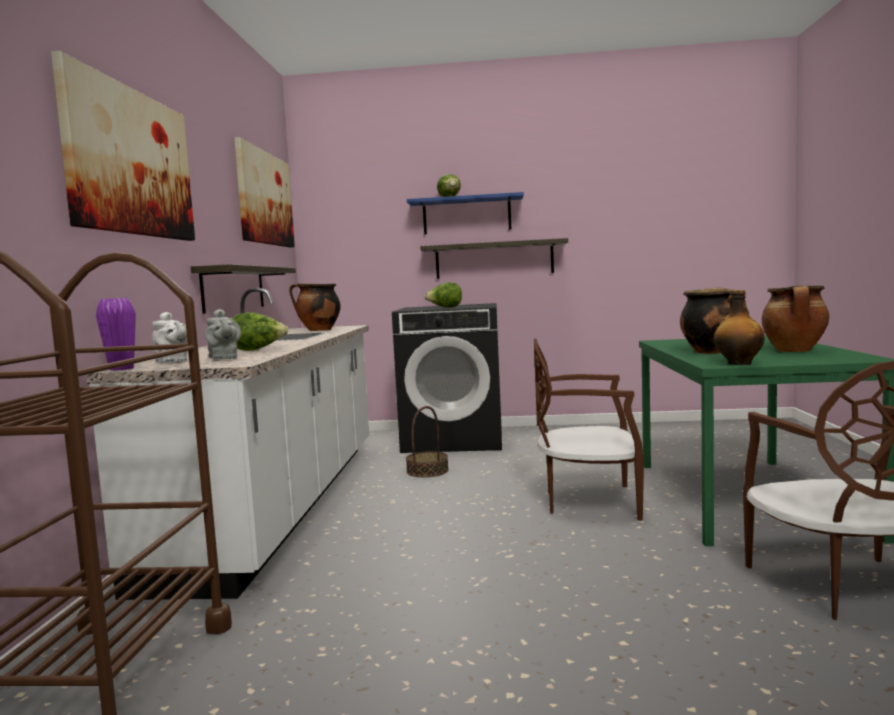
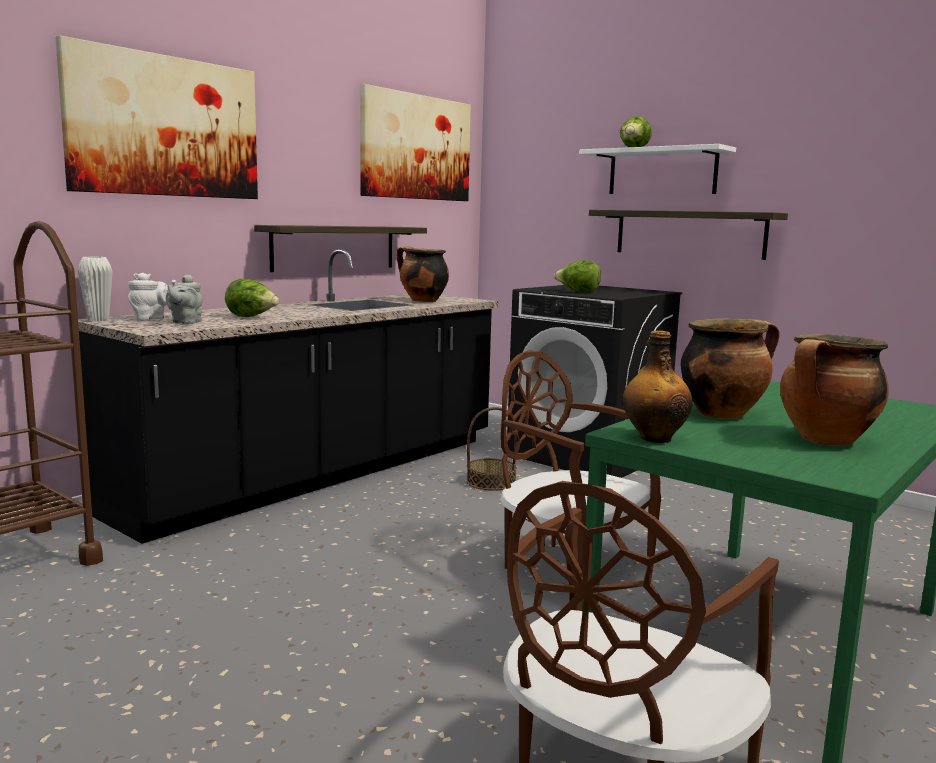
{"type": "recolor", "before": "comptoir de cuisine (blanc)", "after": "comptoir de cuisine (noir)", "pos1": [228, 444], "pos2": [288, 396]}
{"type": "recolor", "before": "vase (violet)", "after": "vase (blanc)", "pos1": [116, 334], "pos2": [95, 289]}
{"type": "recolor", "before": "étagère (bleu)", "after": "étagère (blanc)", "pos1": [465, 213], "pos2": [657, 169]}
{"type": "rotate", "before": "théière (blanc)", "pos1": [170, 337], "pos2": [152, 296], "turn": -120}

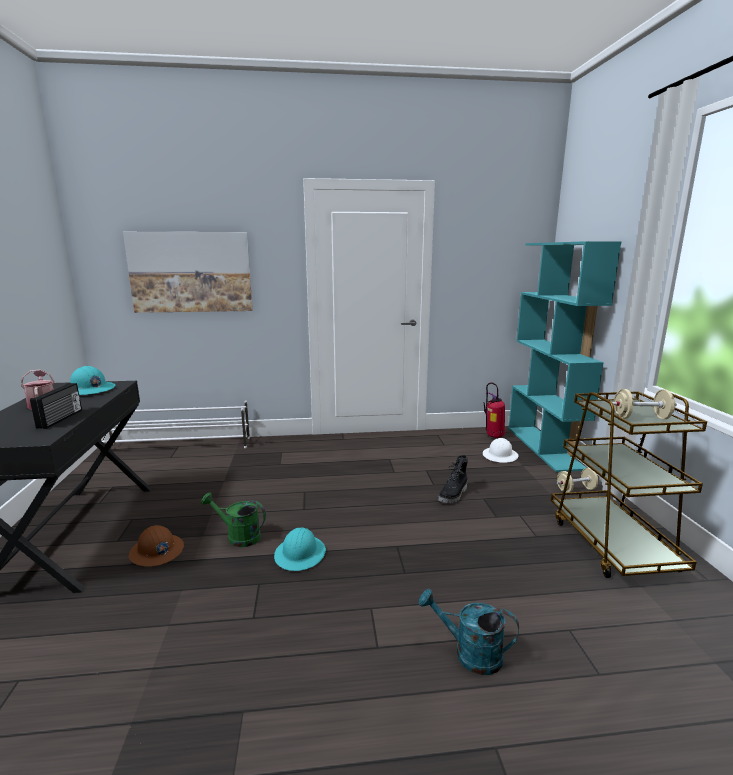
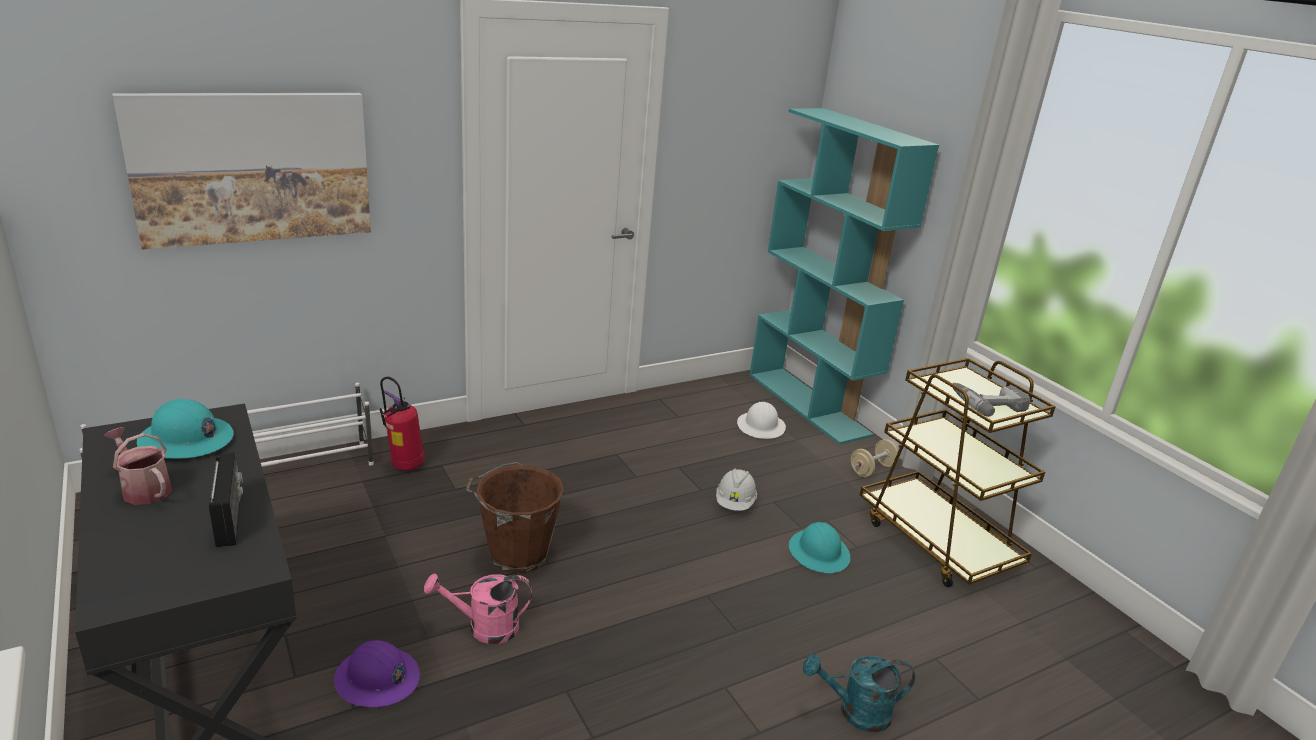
{"type": "insert", "after": "seau (marron)", "pos2": [515, 517]}
{"type": "move", "before": "casque de chantier (turquoise)", "pos1": [300, 549], "pos2": [819, 547]}
{"type": "move", "before": "extincteur", "pos1": [494, 410], "pos2": [402, 424]}
{"type": "replace", "before": "botte (noir)", "after": "casque de chantier (blanc)", "pos1": [453, 479], "pos2": [736, 489]}
{"type": "replace", "before": "haltère (beige)", "after": "perceuse", "pos1": [644, 404], "pos2": [991, 400]}
{"type": "recolor", "before": "casque de chantier (marron)", "after": "casque de chantier (violet)", "pos1": [156, 546], "pos2": [377, 673]}
{"type": "recolor", "before": "arrosoir (vert)", "after": "arrosoir (rose)", "pos1": [233, 520], "pos2": [478, 609]}

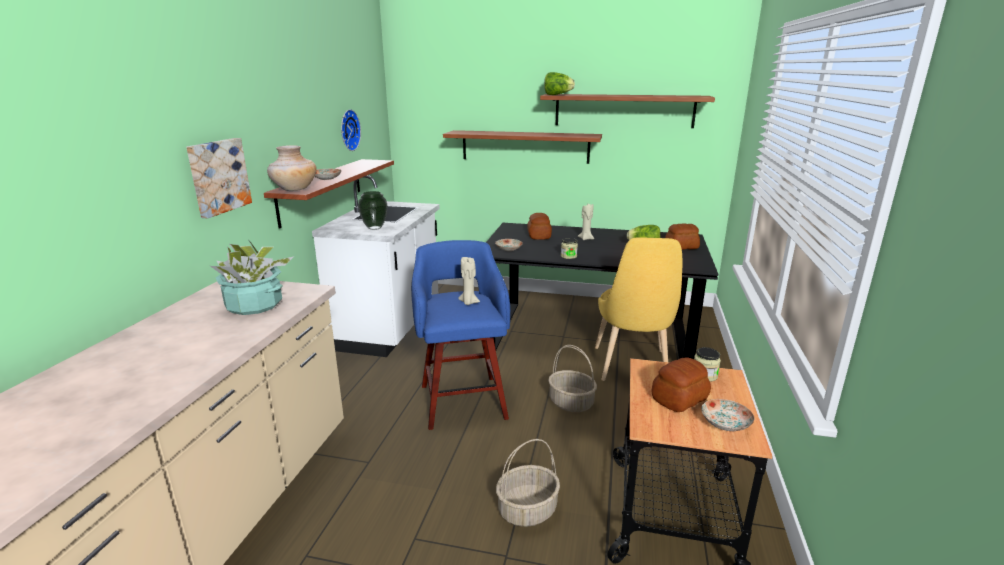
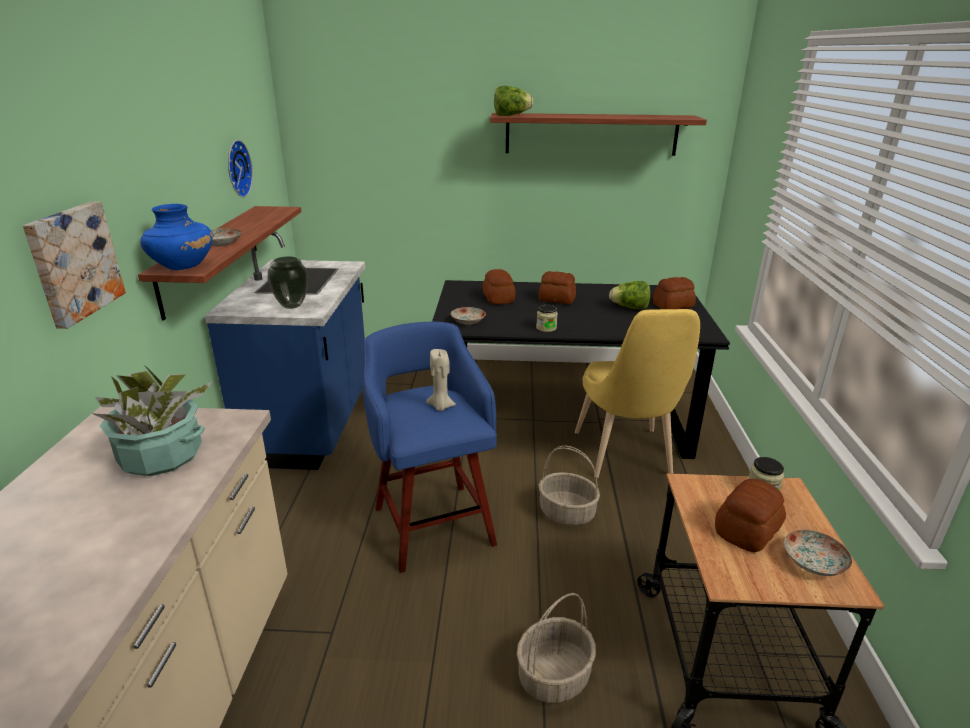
{"type": "delete", "before": "étagère", "pos1": [522, 147]}
{"type": "replace", "before": "bougie (beige)", "after": "pain", "pos1": [586, 222], "pos2": [557, 287]}
{"type": "recolor", "before": "vase (beige)", "after": "vase (bleu)", "pos1": [292, 168], "pos2": [176, 237]}
{"type": "recolor", "before": "comptoir de cuisine (blanc)", "after": "comptoir de cuisine (bleu)", "pos1": [376, 266], "pos2": [285, 351]}

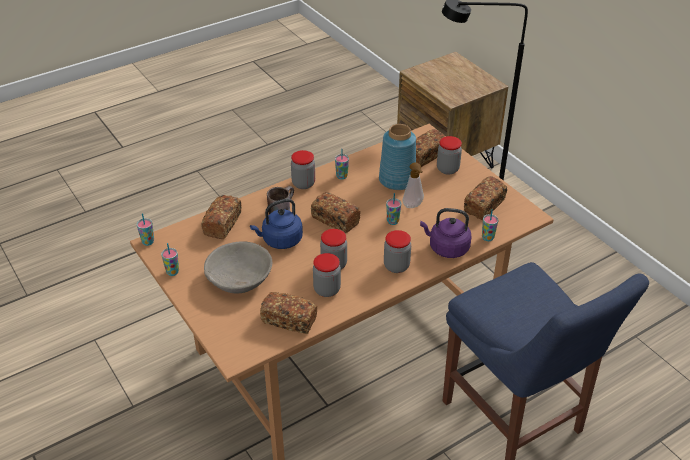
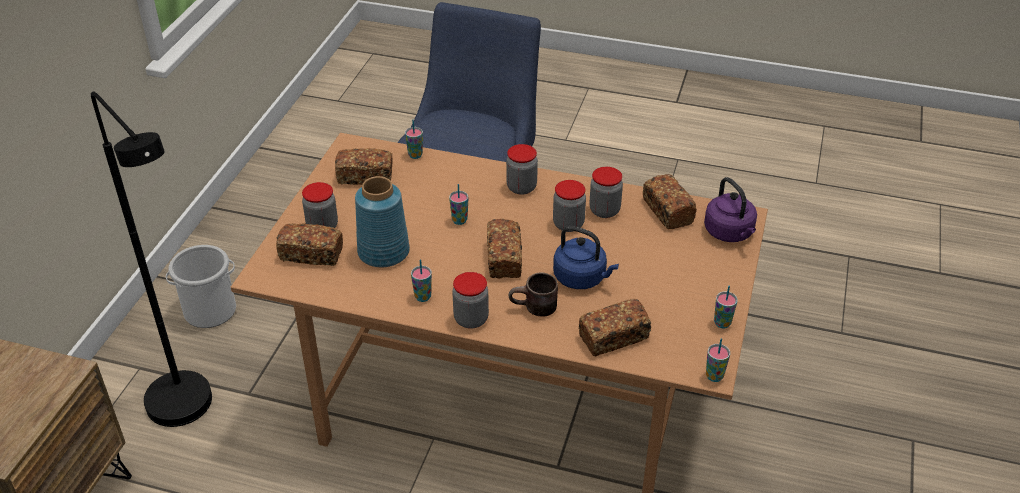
{"type": "delete", "before": "bol (gris)", "pos1": [238, 267]}
{"type": "delete", "before": "distributeur de savon", "pos1": [413, 185]}
{"type": "insert", "after": "seau", "pos2": [201, 286]}
{"type": "move", "before": "bouilloire (violet)", "pos1": [446, 233], "pos2": [730, 209]}

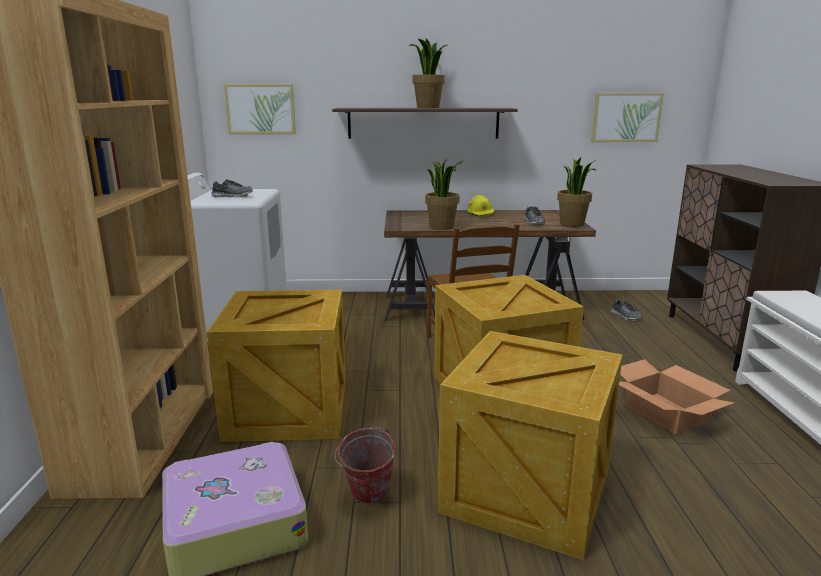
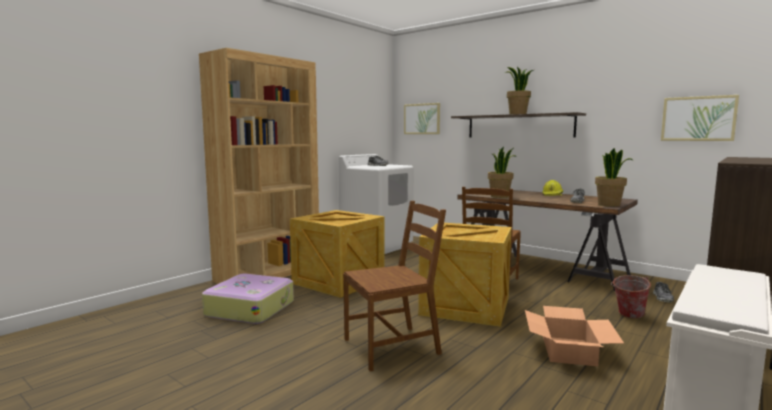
{"type": "move", "before": "seau", "pos1": [365, 466], "pos2": [631, 297]}
{"type": "replace", "before": "caisse", "after": "chaise (marron)", "pos1": [530, 445], "pos2": [394, 286]}

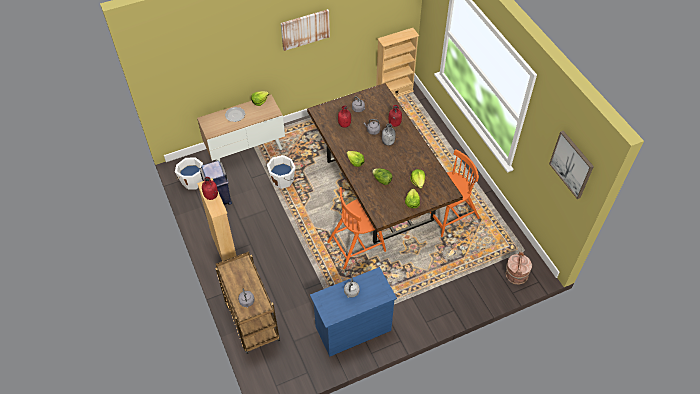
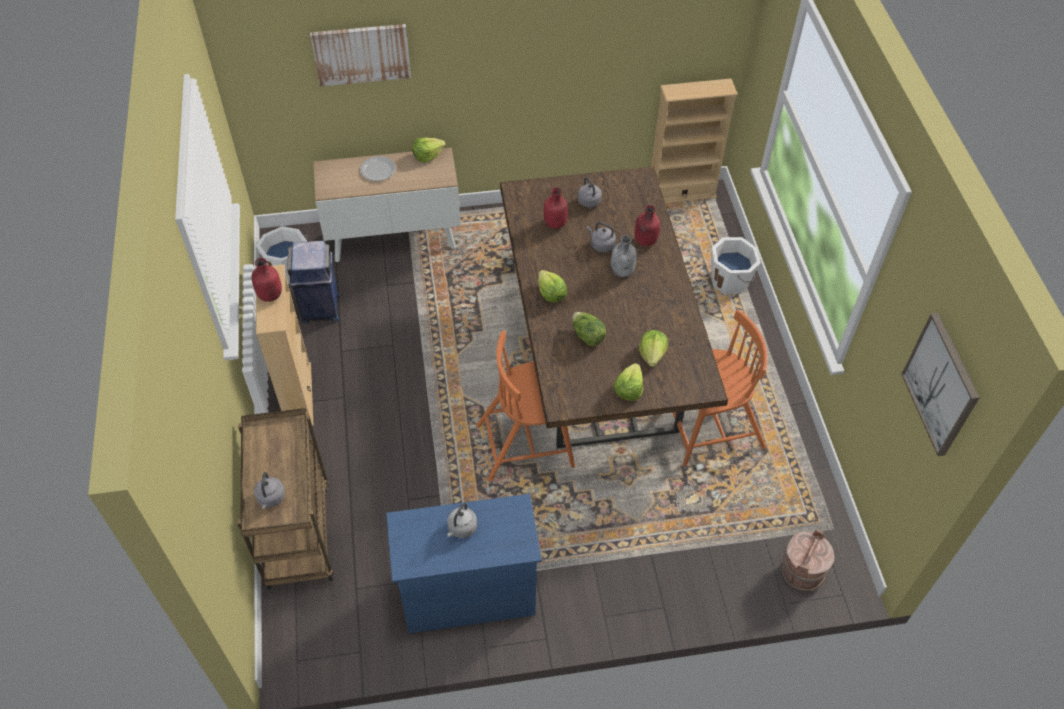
{"type": "move", "before": "seau (blanc)", "pos1": [281, 172], "pos2": [736, 266]}
{"type": "move", "before": "tableau", "pos1": [305, 30], "pos2": [360, 55]}

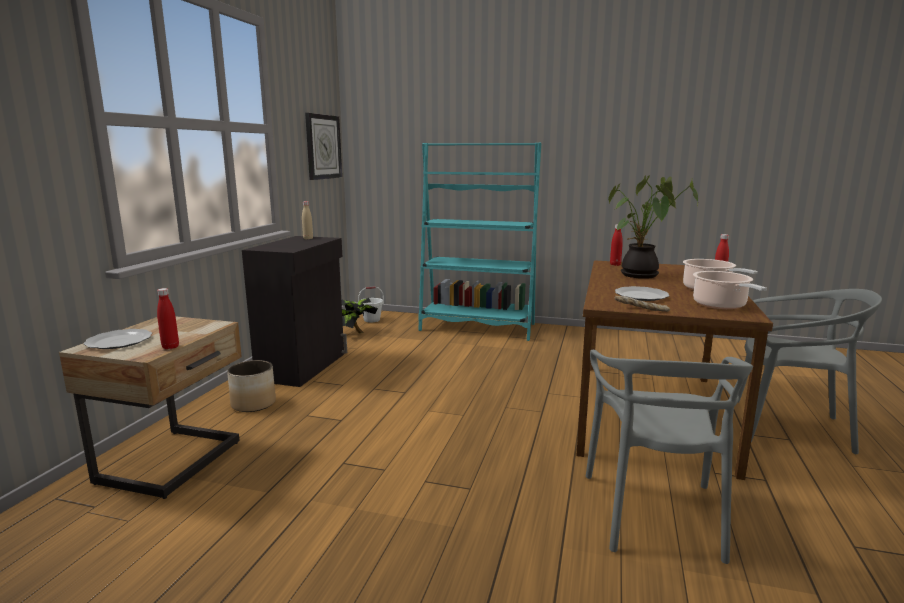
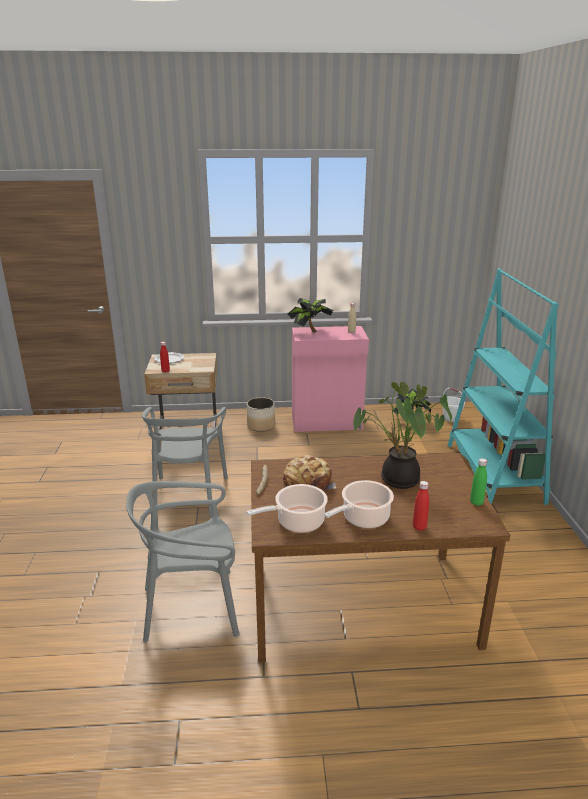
{"type": "delete", "before": "horloge murale", "pos1": [323, 146]}
{"type": "delete", "before": "bouteille (rouge)", "pos1": [616, 245]}
{"type": "insert", "after": "plante en pot", "pos2": [310, 315]}
{"type": "insert", "after": "bouteille (vert)", "pos2": [478, 482]}
{"type": "move", "before": "chaise (gris)", "pos1": [810, 371], "pos2": [185, 461]}
{"type": "replace", "before": "assiette", "after": "pain", "pos1": [642, 293], "pos2": [309, 472]}
{"type": "recolor", "before": "meuble de rangement (noir)", "after": "meuble de rangement (rose)", "pos1": [294, 311], "pos2": [330, 379]}

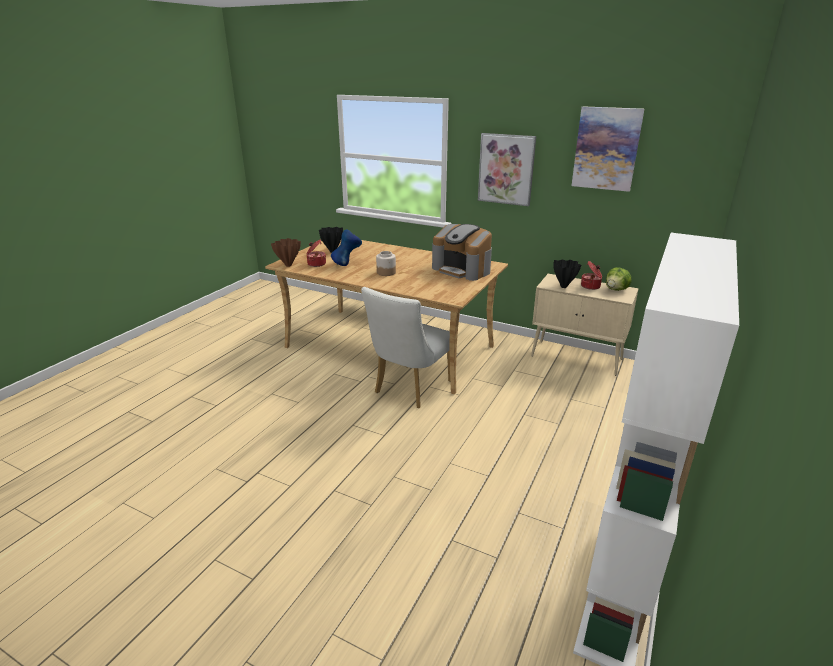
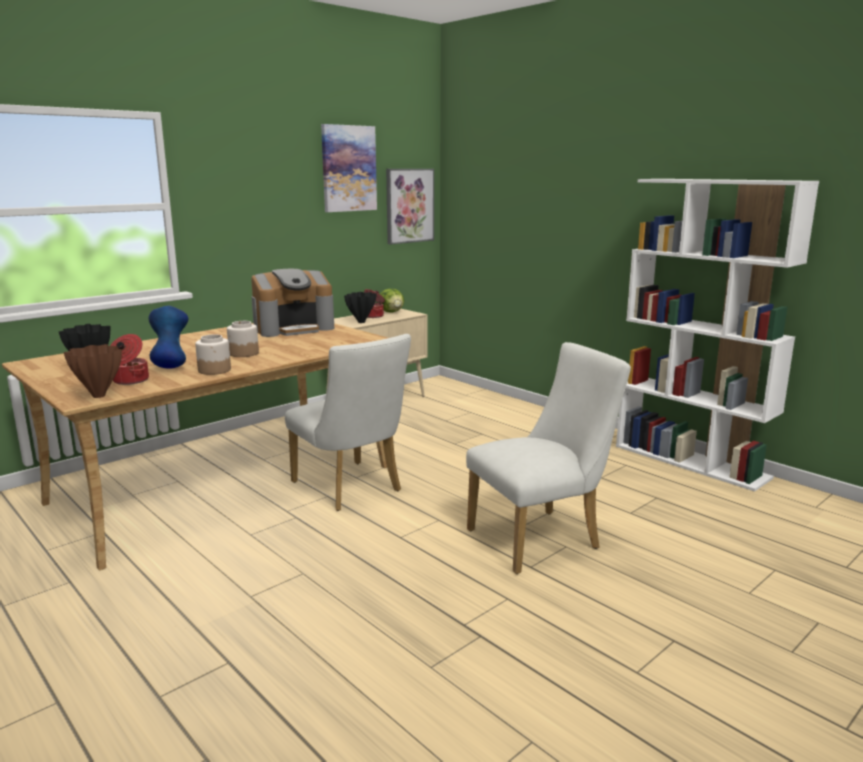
{"type": "insert", "after": "bocal", "pos2": [213, 354]}
{"type": "insert", "after": "chaise (blanc)", "pos2": [548, 458]}
{"type": "move", "before": "tableau", "pos1": [507, 169], "pos2": [410, 207]}

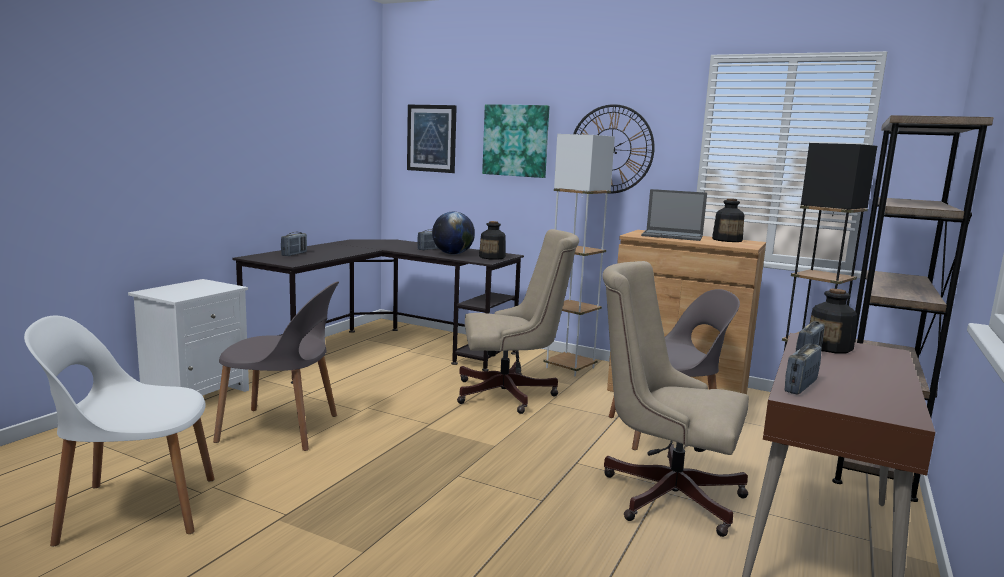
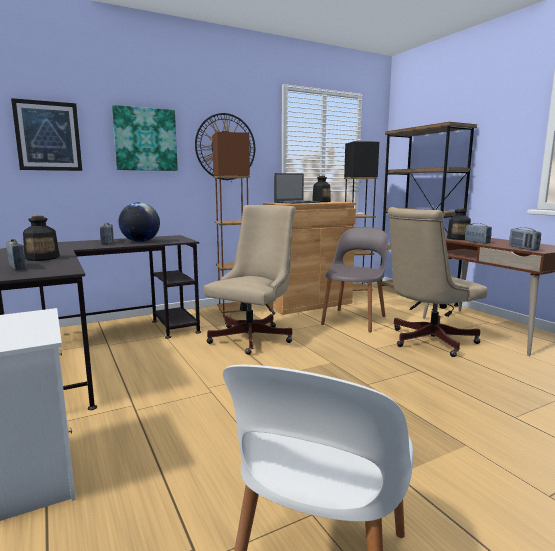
{"type": "delete", "before": "chaise (gris)", "pos1": [276, 366]}
{"type": "move", "before": "bouteille", "pos1": [492, 240], "pos2": [41, 238]}
{"type": "recolor", "before": "lampadaire (blanc)", "after": "lampadaire (marron)", "pos1": [579, 255], "pos2": [231, 224]}

